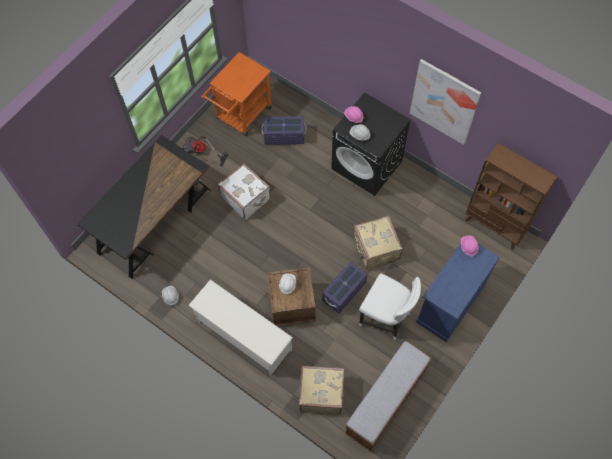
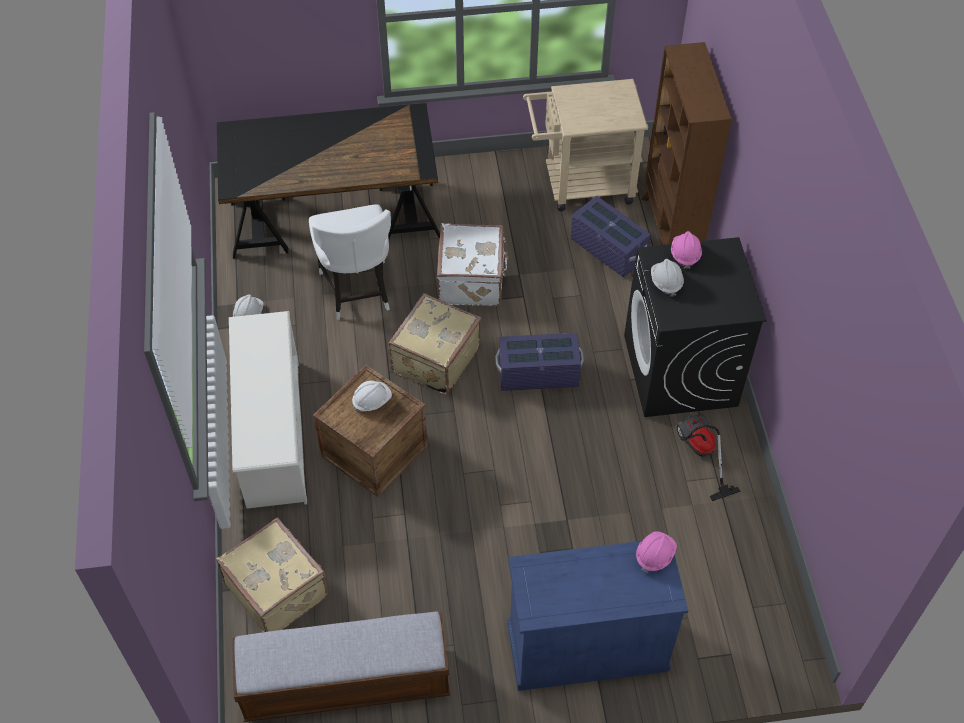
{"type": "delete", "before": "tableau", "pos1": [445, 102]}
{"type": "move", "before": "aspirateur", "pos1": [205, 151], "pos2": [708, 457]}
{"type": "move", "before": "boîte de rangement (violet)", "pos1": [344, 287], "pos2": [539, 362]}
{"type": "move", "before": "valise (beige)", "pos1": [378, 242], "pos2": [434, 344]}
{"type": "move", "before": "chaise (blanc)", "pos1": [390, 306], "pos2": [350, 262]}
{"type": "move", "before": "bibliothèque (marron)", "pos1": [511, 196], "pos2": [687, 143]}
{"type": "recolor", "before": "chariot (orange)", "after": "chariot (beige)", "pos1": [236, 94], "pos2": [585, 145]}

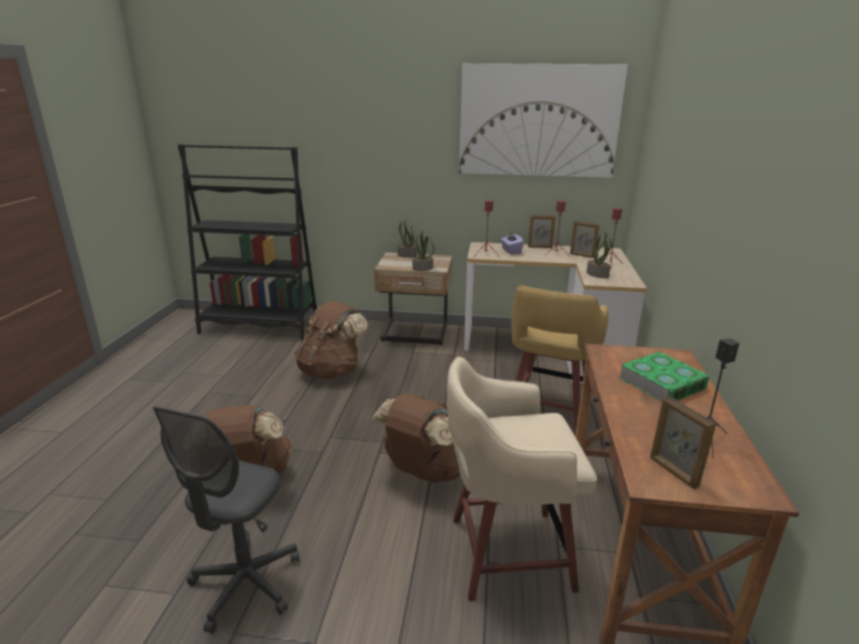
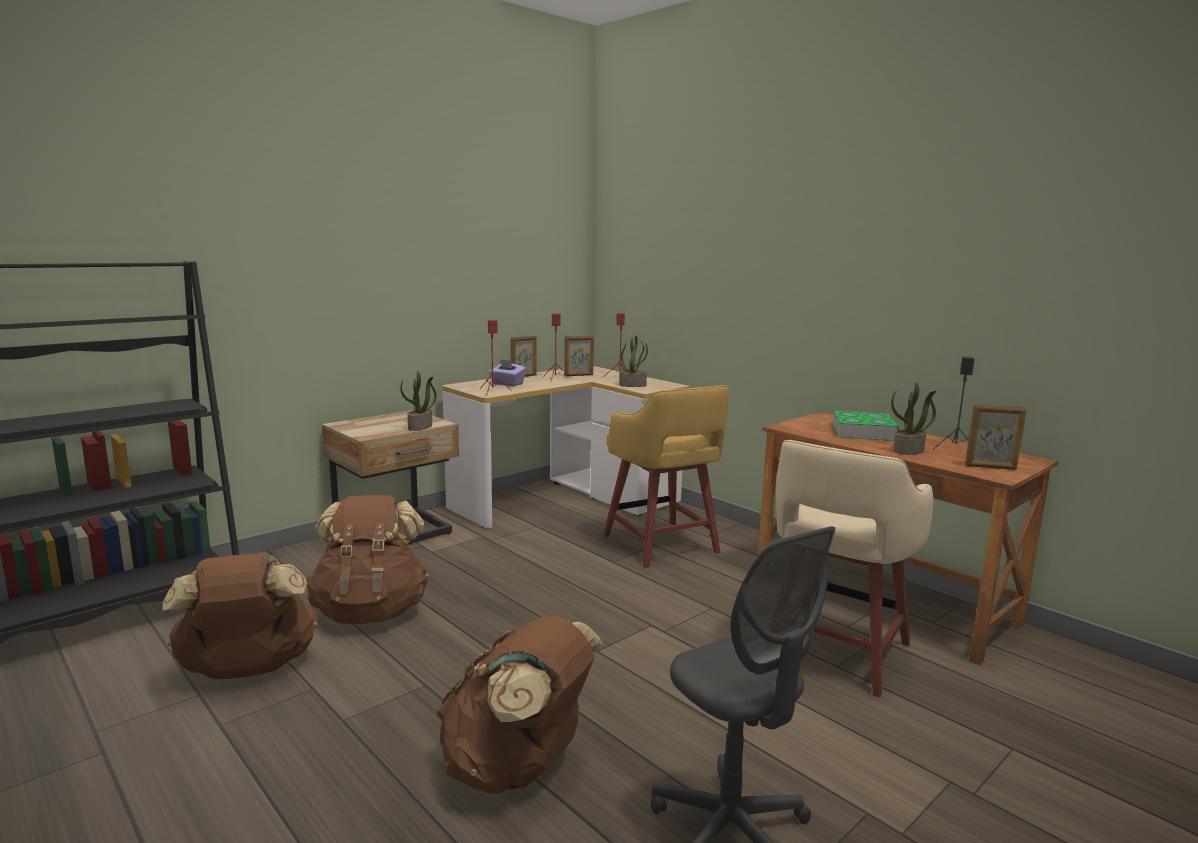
{"type": "delete", "before": "tableau", "pos1": [543, 120]}
{"type": "move", "before": "sac à dos (marron)", "pos1": [416, 438], "pos2": [240, 615]}
{"type": "move", "before": "plante en pot", "pos1": [407, 239], "pos2": [913, 418]}

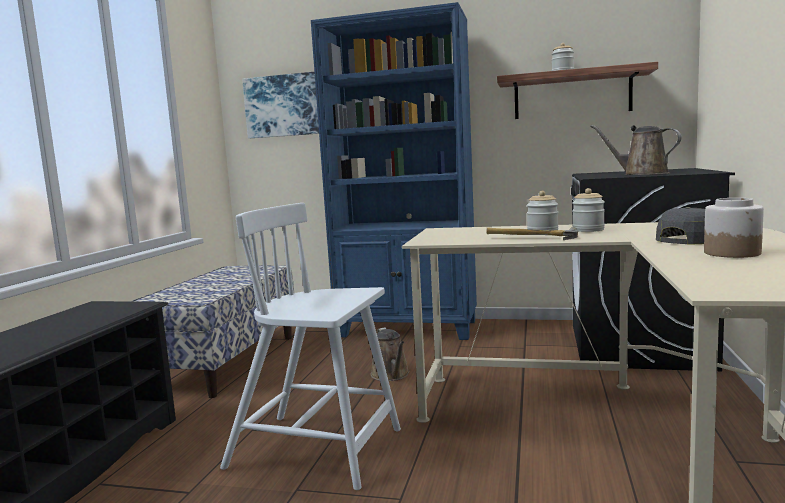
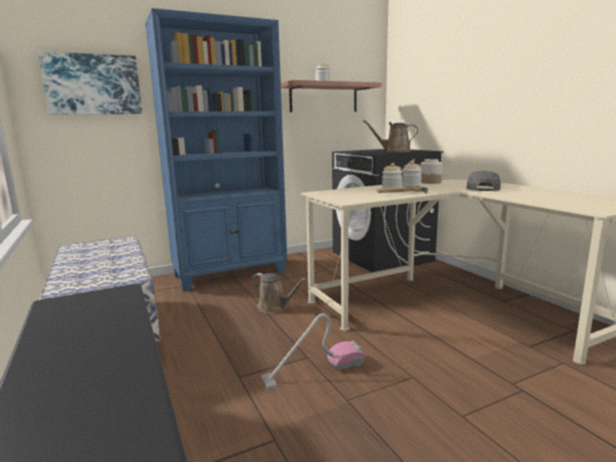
{"type": "move", "before": "bocal", "pos1": [734, 228], "pos2": [431, 171]}
{"type": "replace", "before": "chaise (blanc)", "after": "aspirateur", "pos1": [310, 346], "pos2": [313, 351]}

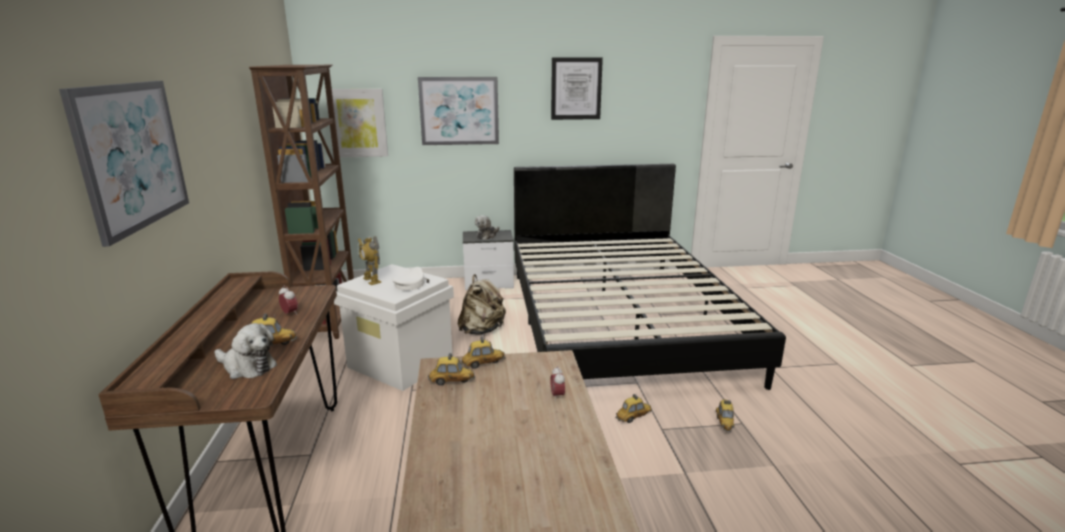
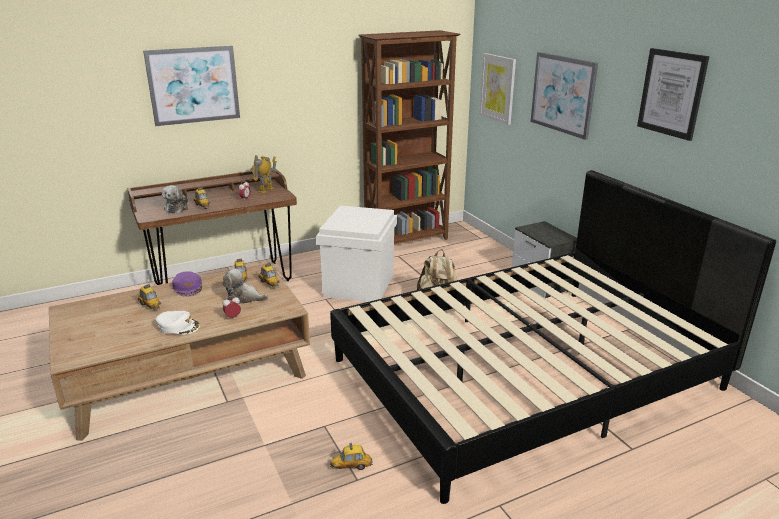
{"type": "insert", "after": "casquette (violet)", "pos2": [187, 284]}
{"type": "move", "before": "robot jouet", "pos1": [369, 260], "pos2": [264, 174]}
{"type": "move", "before": "casquette (blanc)", "pos1": [412, 279], "pos2": [178, 322]}
{"type": "move", "before": "peluche", "pos1": [487, 227], "pos2": [246, 286]}
{"type": "move", "before": "petite voiture", "pos1": [633, 407], "pos2": [149, 297]}

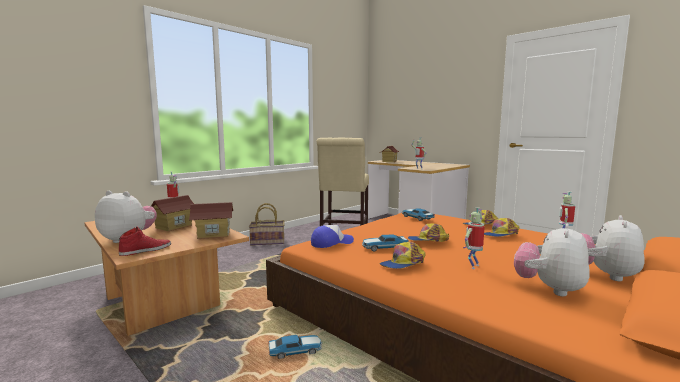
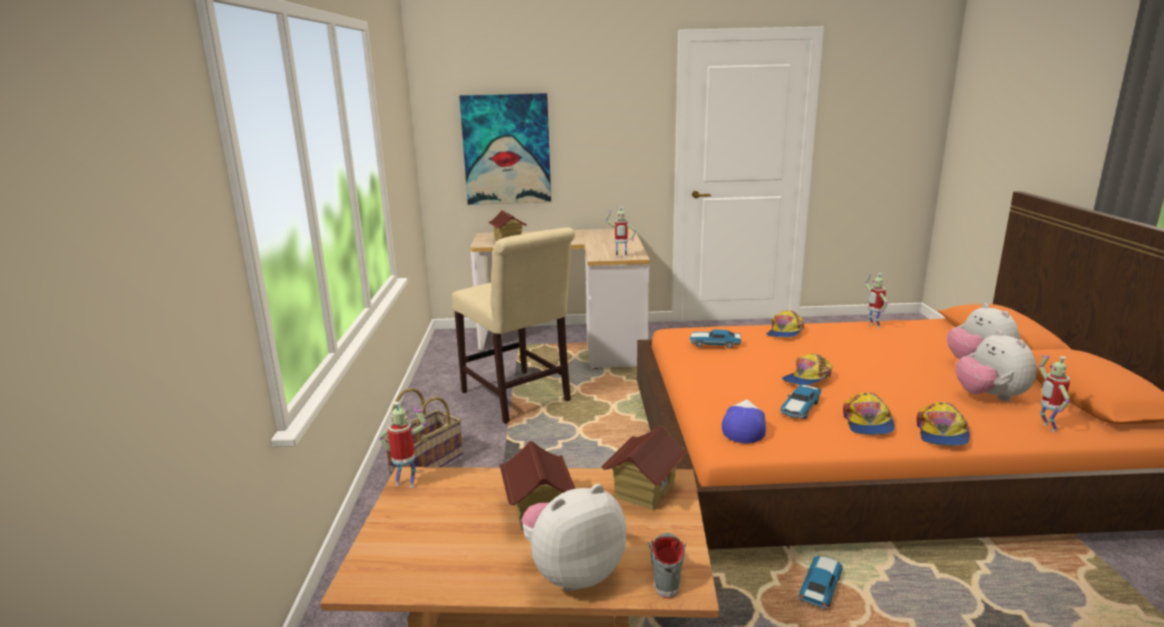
{"type": "insert", "after": "tableau", "pos2": [505, 149]}
{"type": "move", "before": "robot jouet", "pos1": [474, 238], "pos2": [1054, 393]}
{"type": "move", "before": "casquette", "pos1": [502, 227], "pos2": [943, 424]}
{"type": "recolor", "before": "chaussure (rouge)", "after": "chaussure (gris)", "pos1": [145, 241], "pos2": [667, 565]}

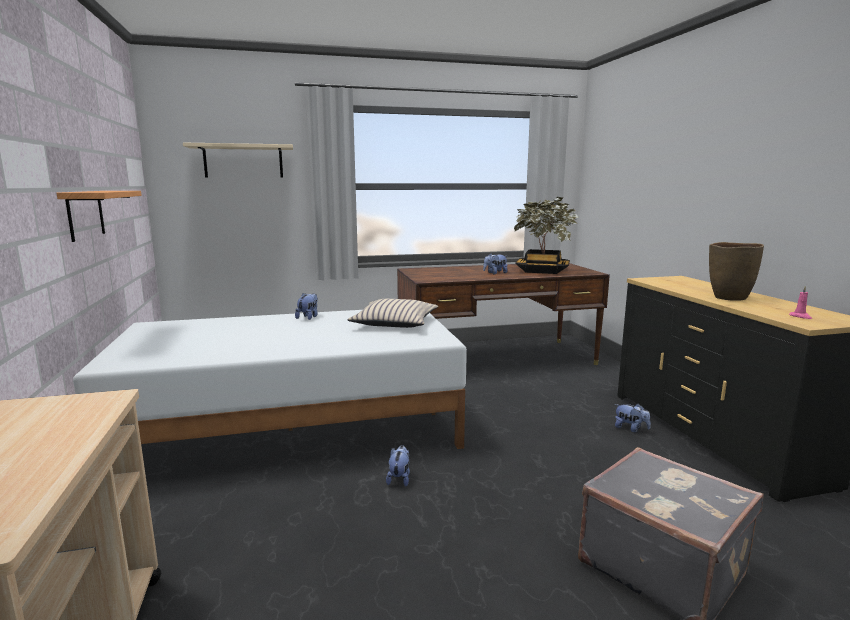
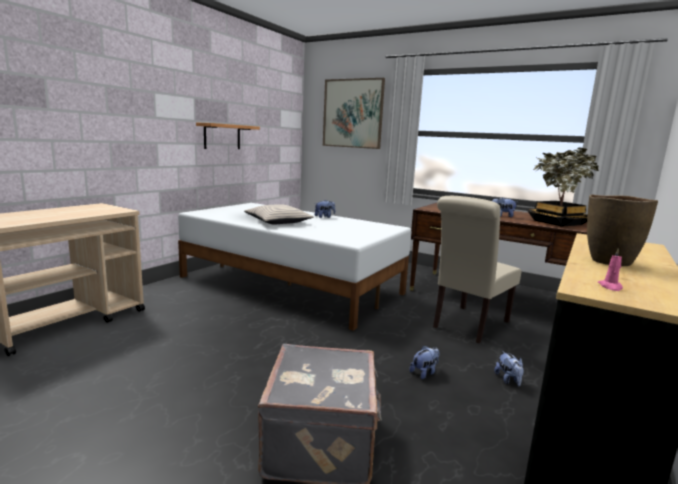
{"type": "insert", "after": "chaise (beige)", "pos2": [477, 269]}
{"type": "move", "before": "coussin (beige)", "pos1": [392, 313], "pos2": [278, 214]}
{"type": "move", "before": "peluche", "pos1": [398, 465], "pos2": [424, 362]}
{"type": "replace", "before": "étagère (beige)", "after": "tableau", "pos1": [238, 160], "pos2": [354, 113]}

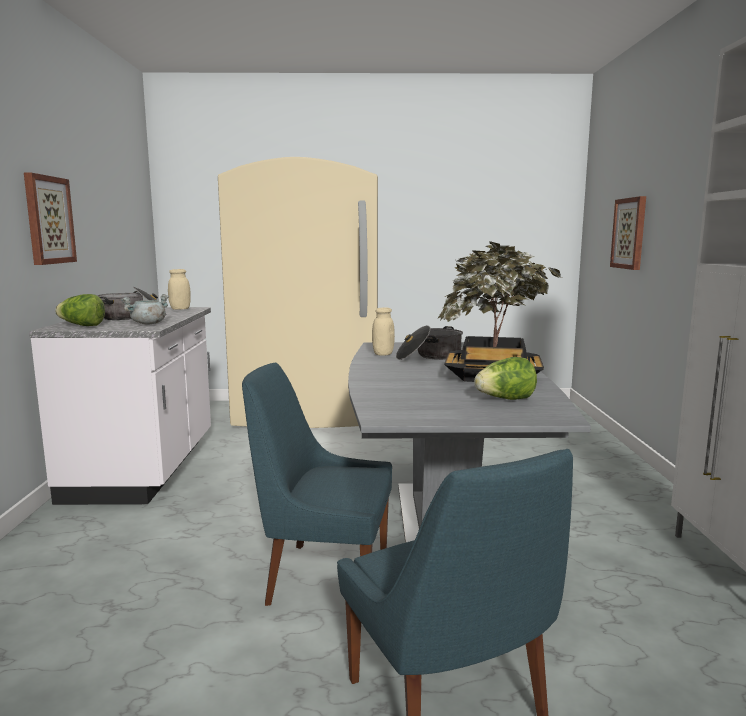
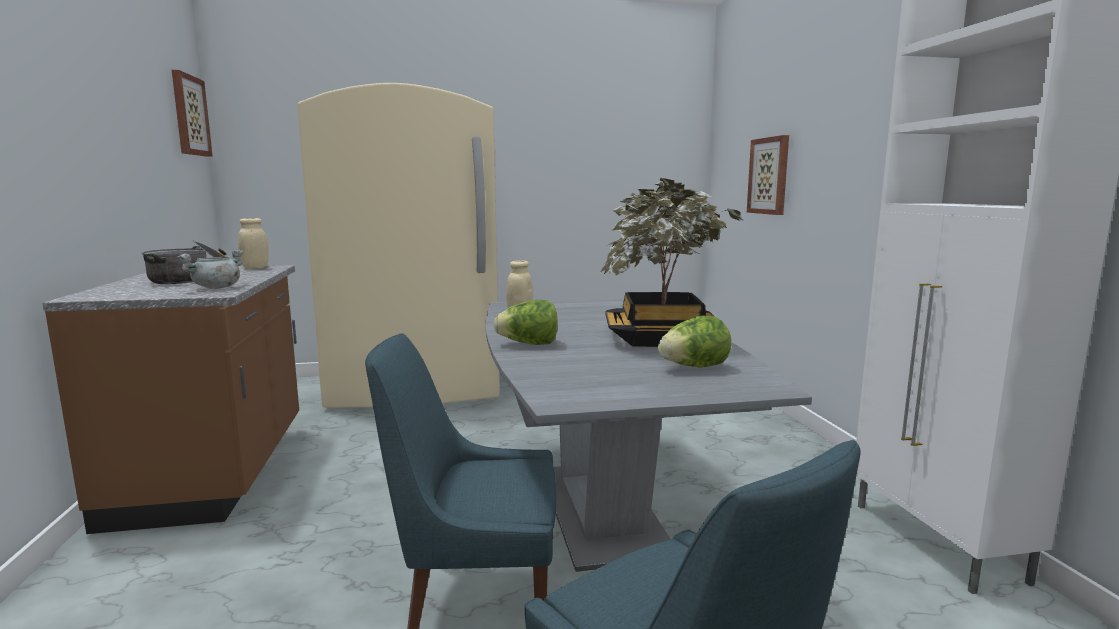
{"type": "delete", "before": "marmite", "pos1": [429, 342]}
{"type": "move", "before": "tableau", "pos1": [50, 219], "pos2": [192, 113]}
{"type": "move", "before": "laitue", "pos1": [80, 310], "pos2": [525, 322]}
{"type": "recolor", "before": "comptoir de cuisine (blanc)", "after": "comptoir de cuisine (marron)", "pos1": [120, 406], "pos2": [170, 399]}

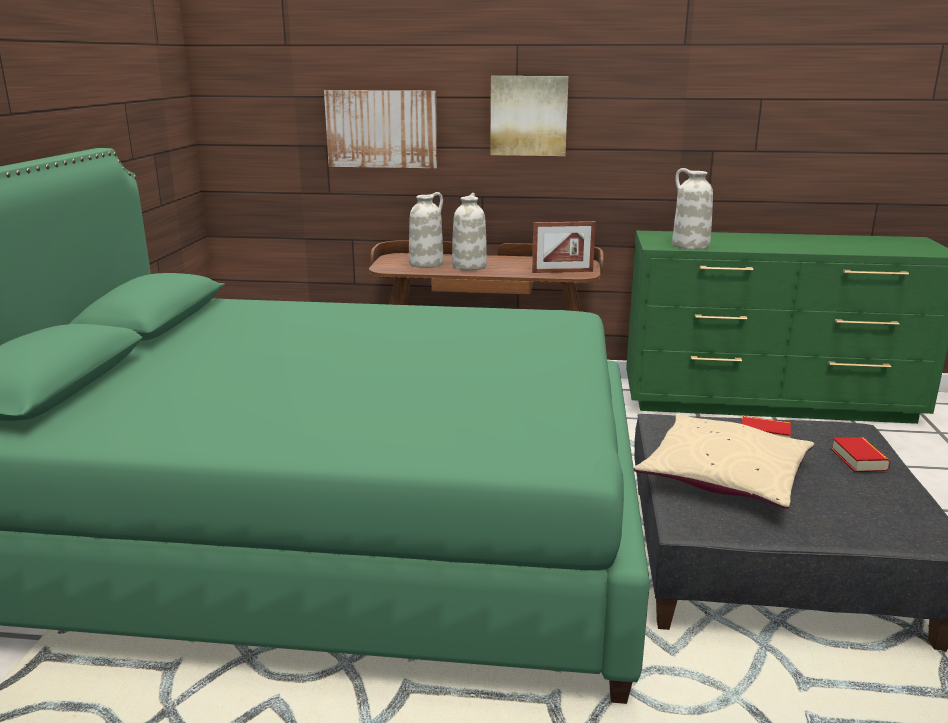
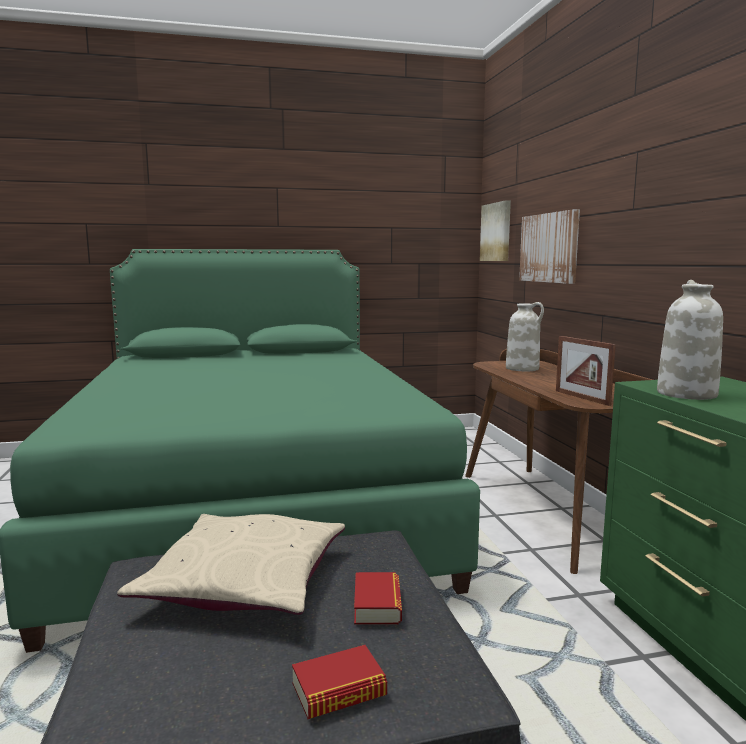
{"type": "delete", "before": "vase (blanc)", "pos1": [469, 232]}
{"type": "move", "before": "tableau", "pos1": [529, 116], "pos2": [495, 230]}

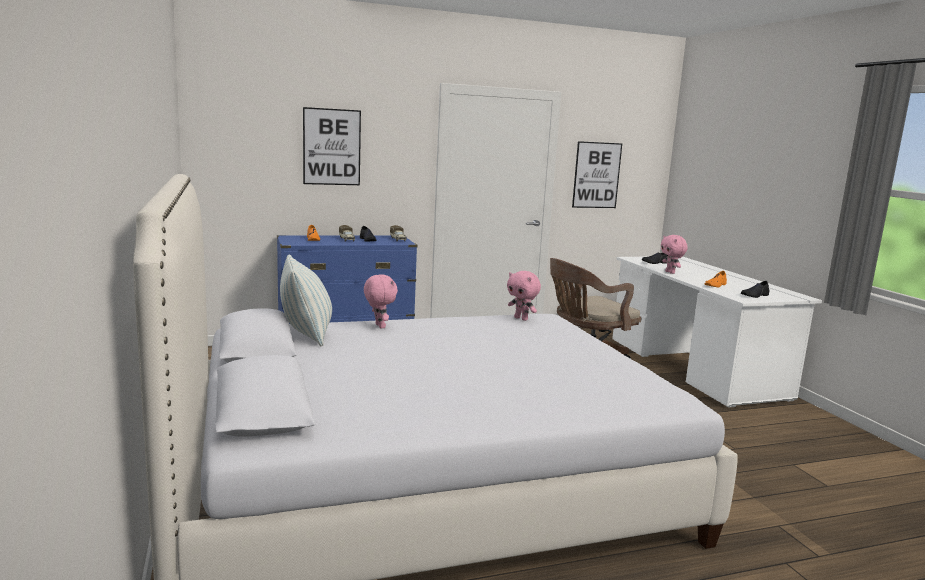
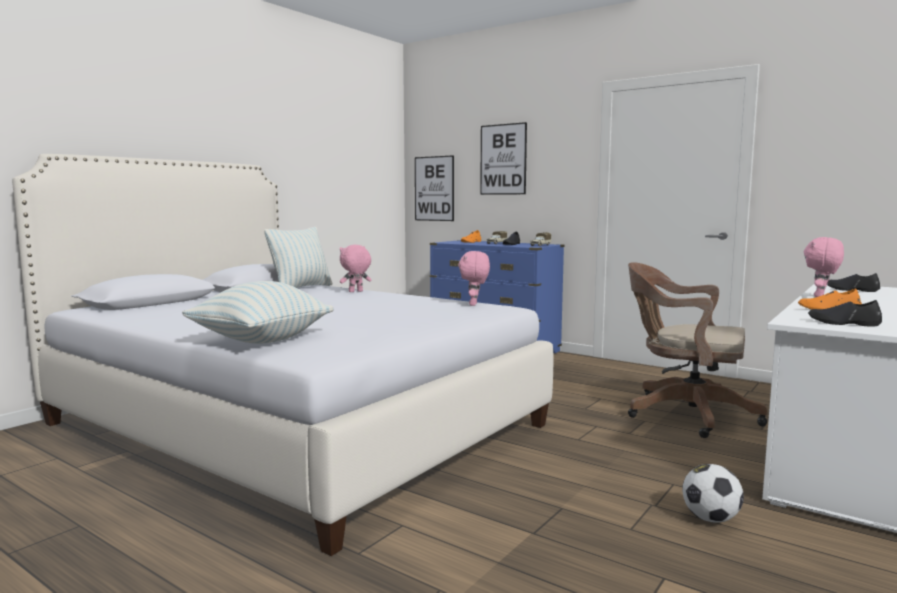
{"type": "insert", "after": "coussin", "pos2": [258, 312]}
{"type": "insert", "after": "ballon de foot", "pos2": [713, 493]}
{"type": "move", "before": "tableau", "pos1": [597, 174], "pos2": [434, 188]}
{"type": "rotate", "before": "peluche (rose)", "pos1": [381, 301], "pos2": [356, 268], "turn": -150}

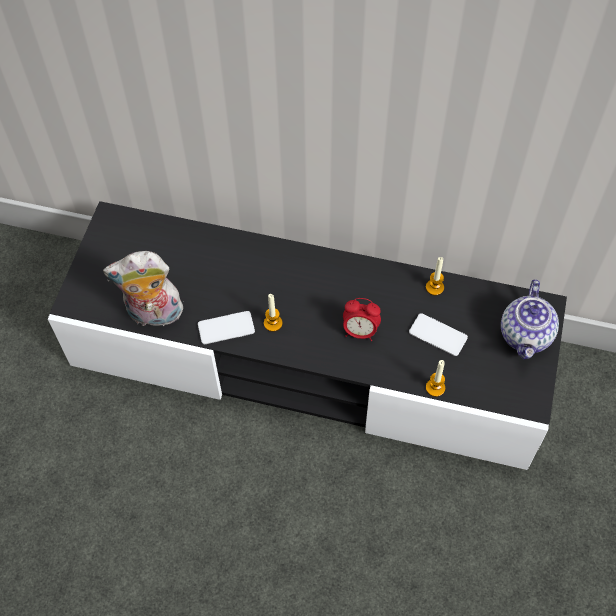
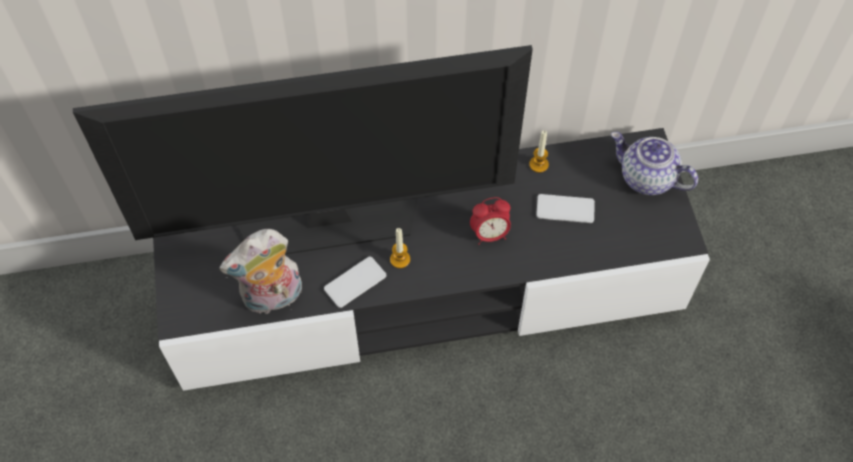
{"type": "delete", "before": "bougie", "pos1": [435, 378]}
{"type": "insert", "after": "téléviseur", "pos2": [303, 150]}
{"type": "rotate", "before": "théière", "pos1": [530, 319], "pos2": [654, 163], "turn": 135}

